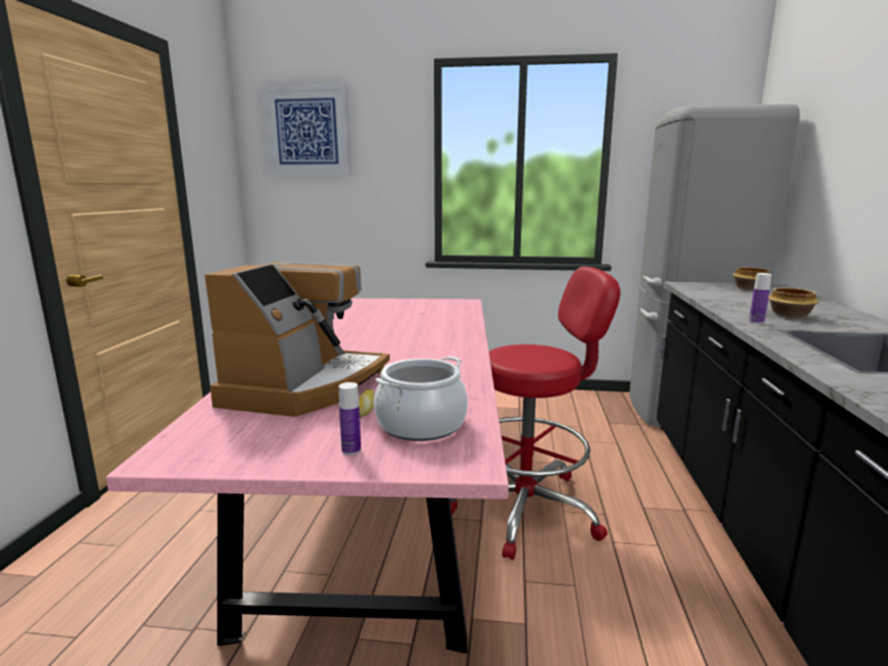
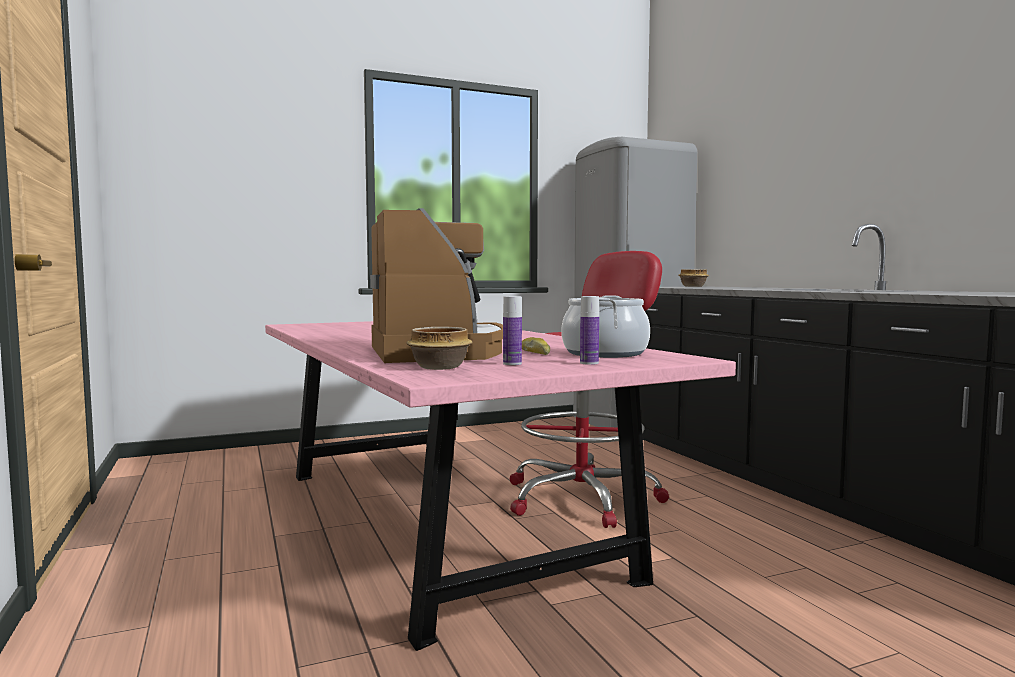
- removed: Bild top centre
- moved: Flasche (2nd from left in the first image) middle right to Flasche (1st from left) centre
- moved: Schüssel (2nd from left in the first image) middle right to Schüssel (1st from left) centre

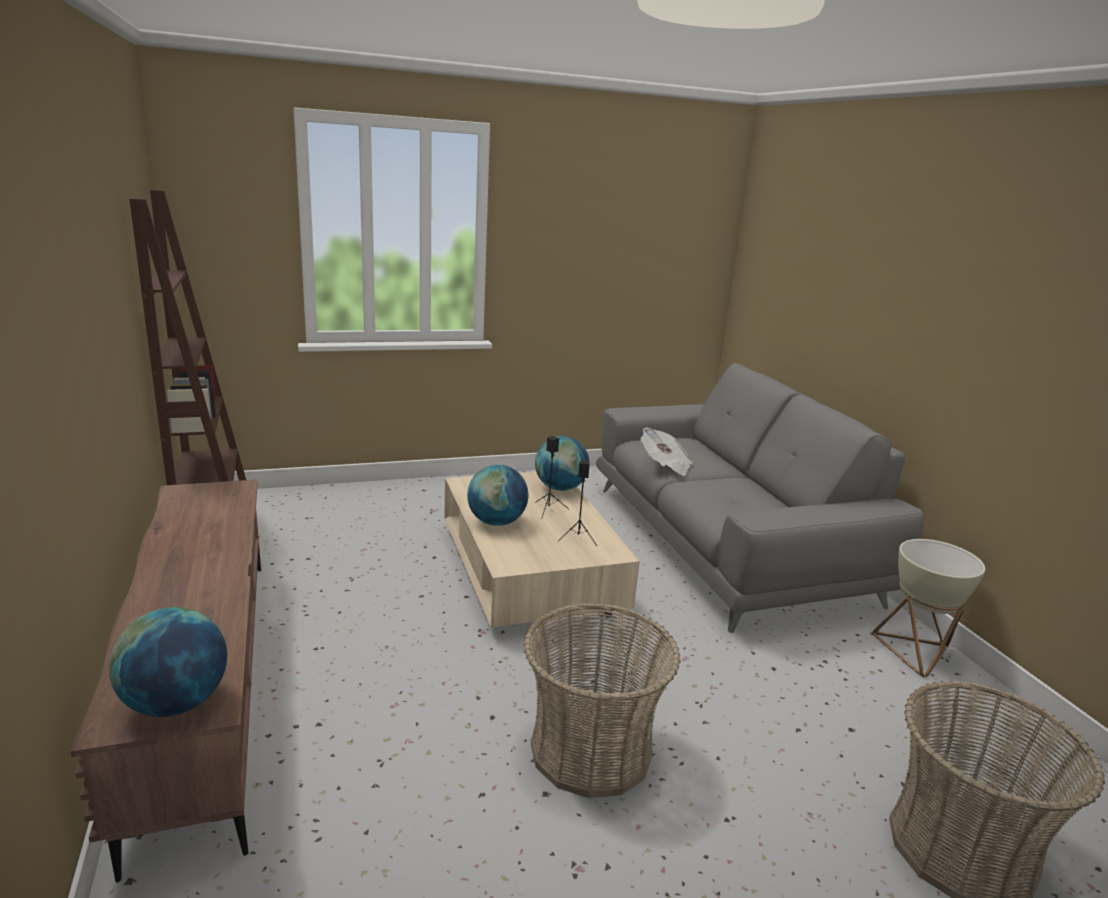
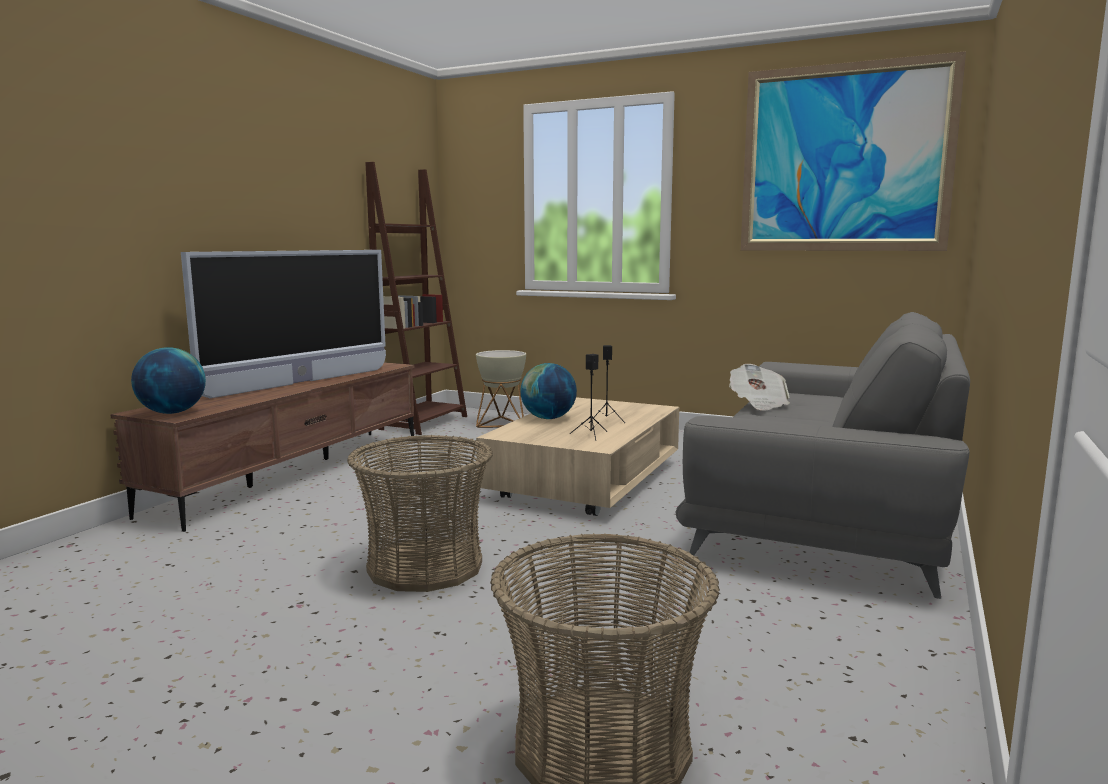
- removed: Globus (3rd from left) centre
- moved: Pflanzkübel bottom right to centre
- added: Fernseher middle left
- added: Bild top right

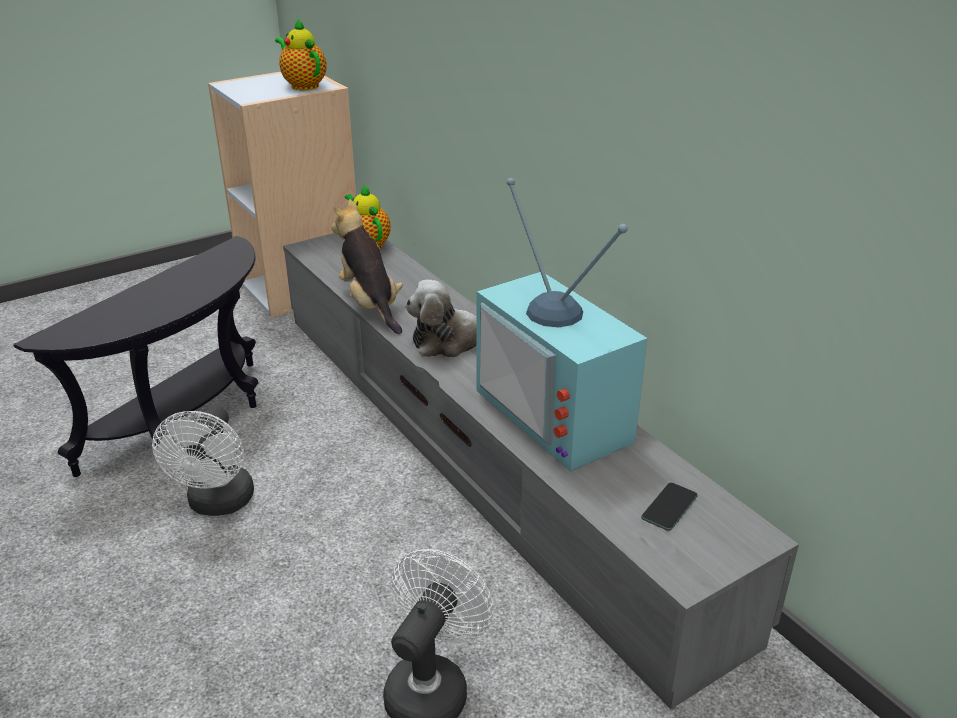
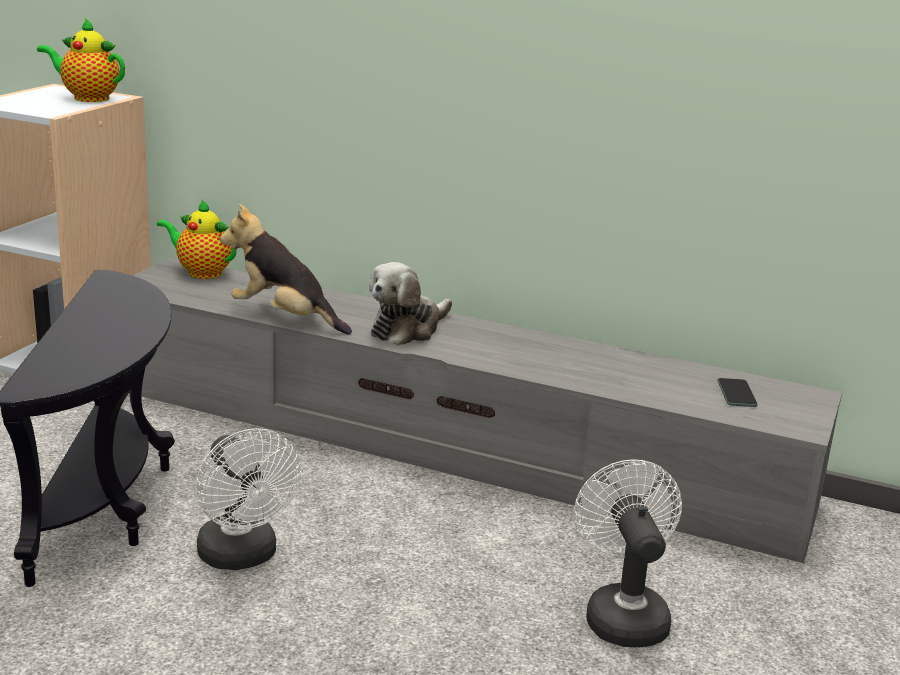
- removed: Fernseher centre

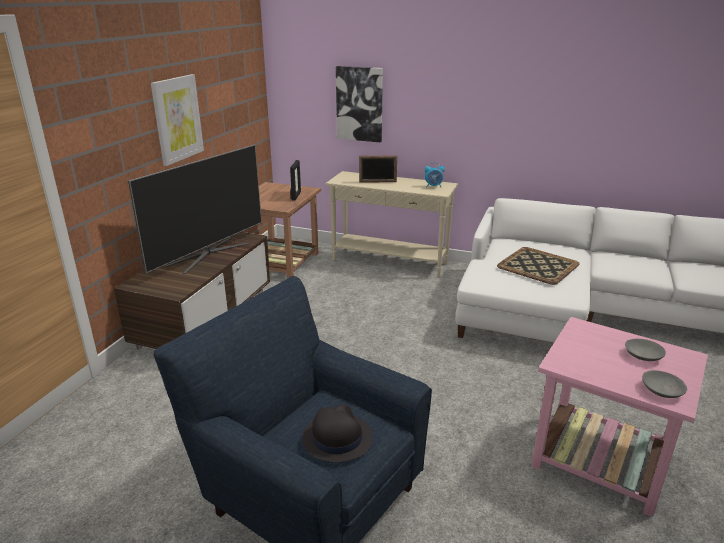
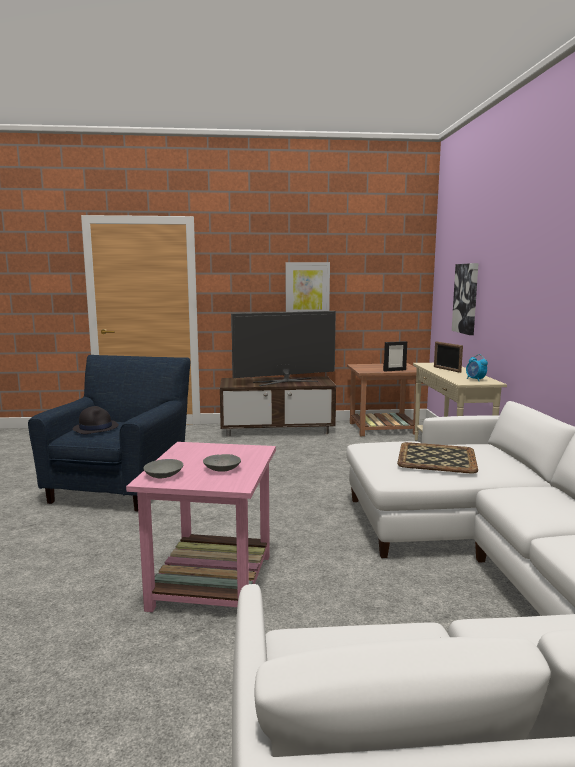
- turned: Fernseher middle left = centre 150 degrees clockwise

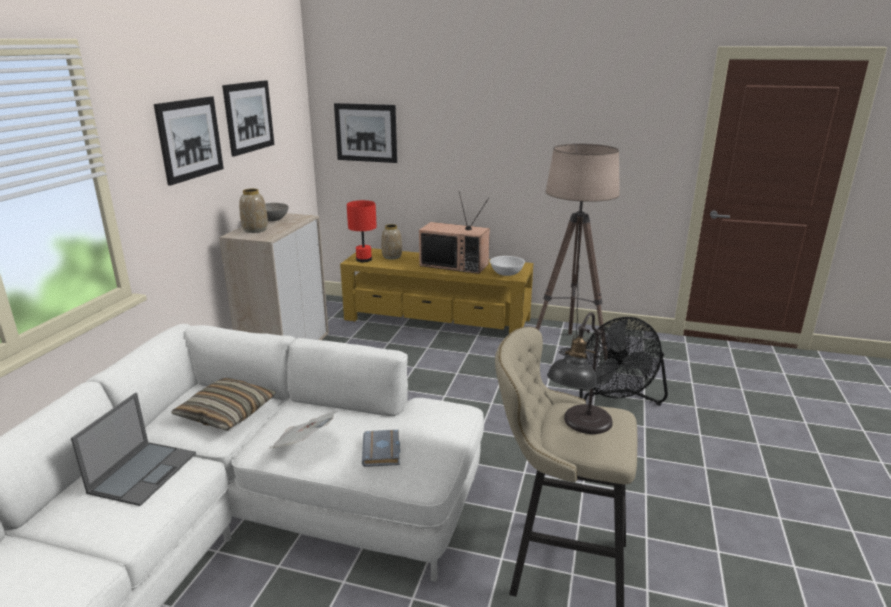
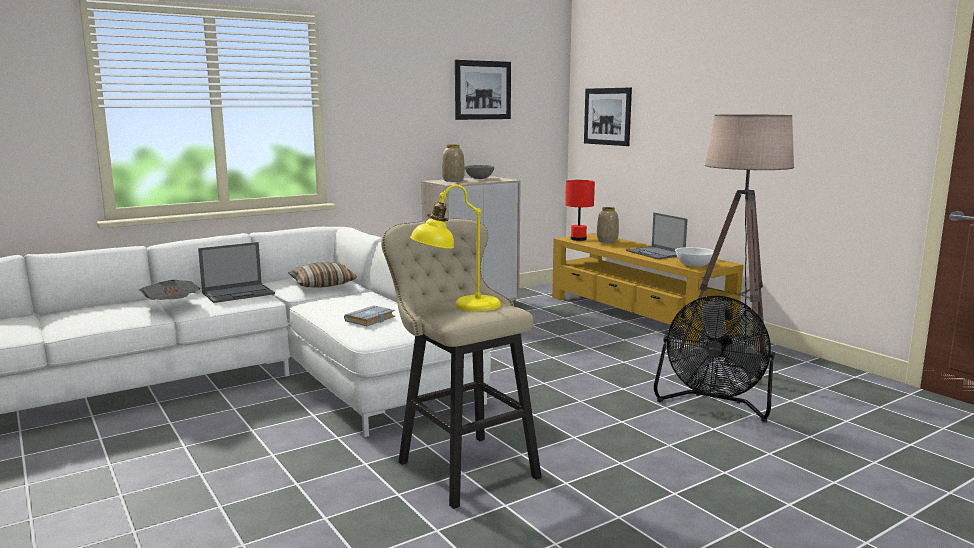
- removed: Bild (1st from left) top left
- moved: Zeitung bottom centre to middle left
- replaced: Fernseher centre to Laptop (2nd from left) middle right
- recoloured: Tischlampe (grau) centre to Tischlampe (gelb) centre

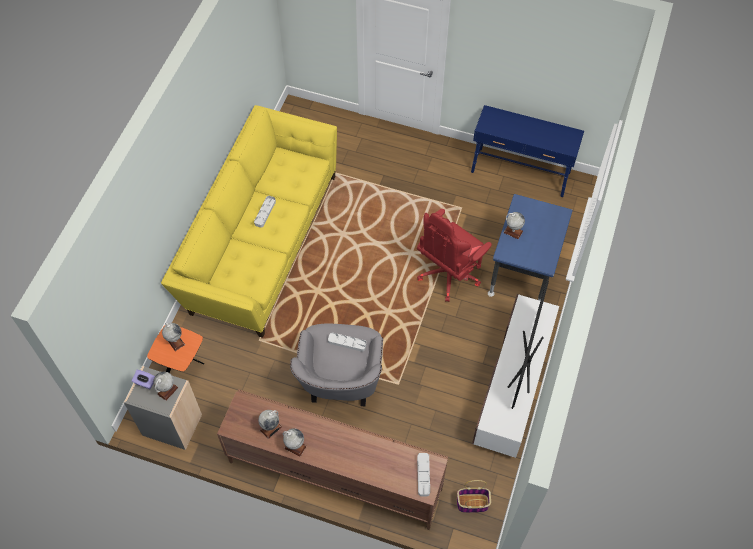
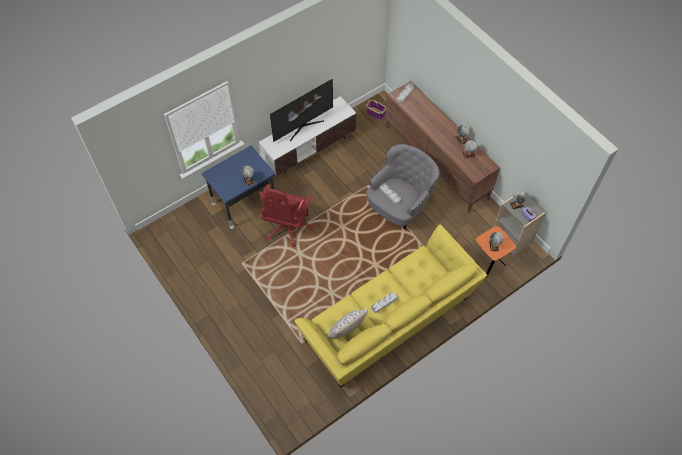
- turned: Bürostuhl (rot) centre = centre 120 degrees clockwise
- removed: Konsolentisch (blau) top right
- added: Kissen bottom centre

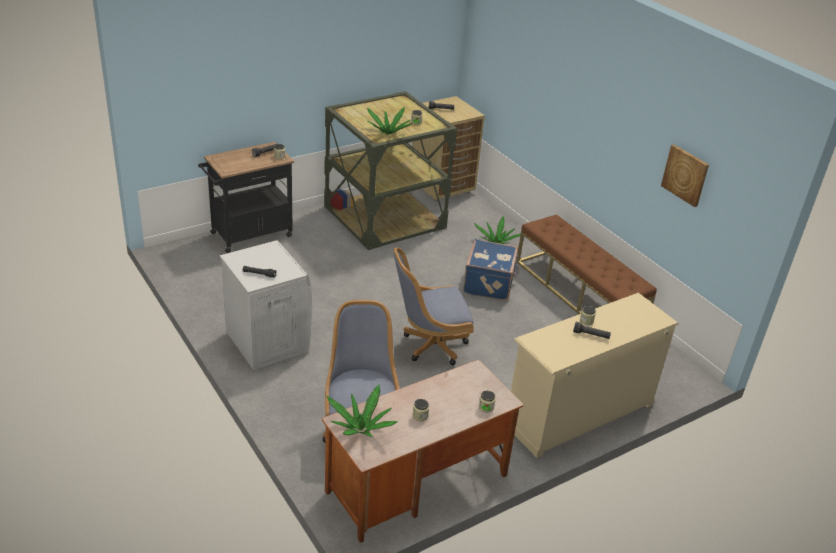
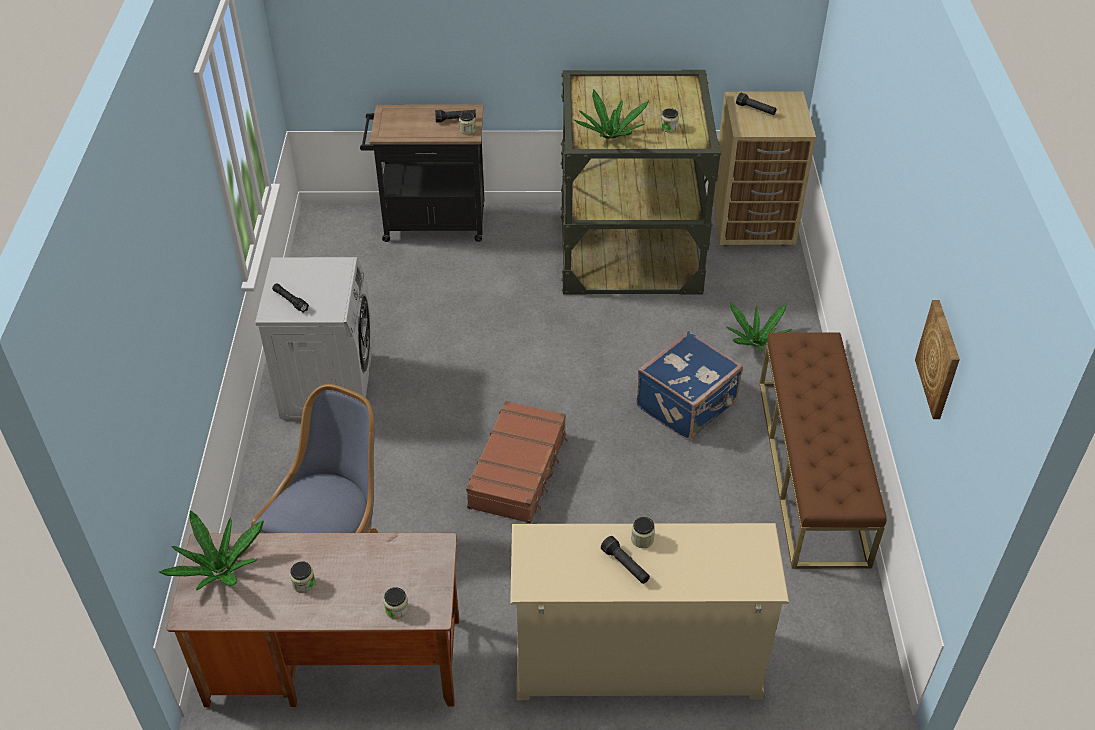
- replaced: Bürostuhl (blau) (2nd from left) centre to Koffer (braun) centre

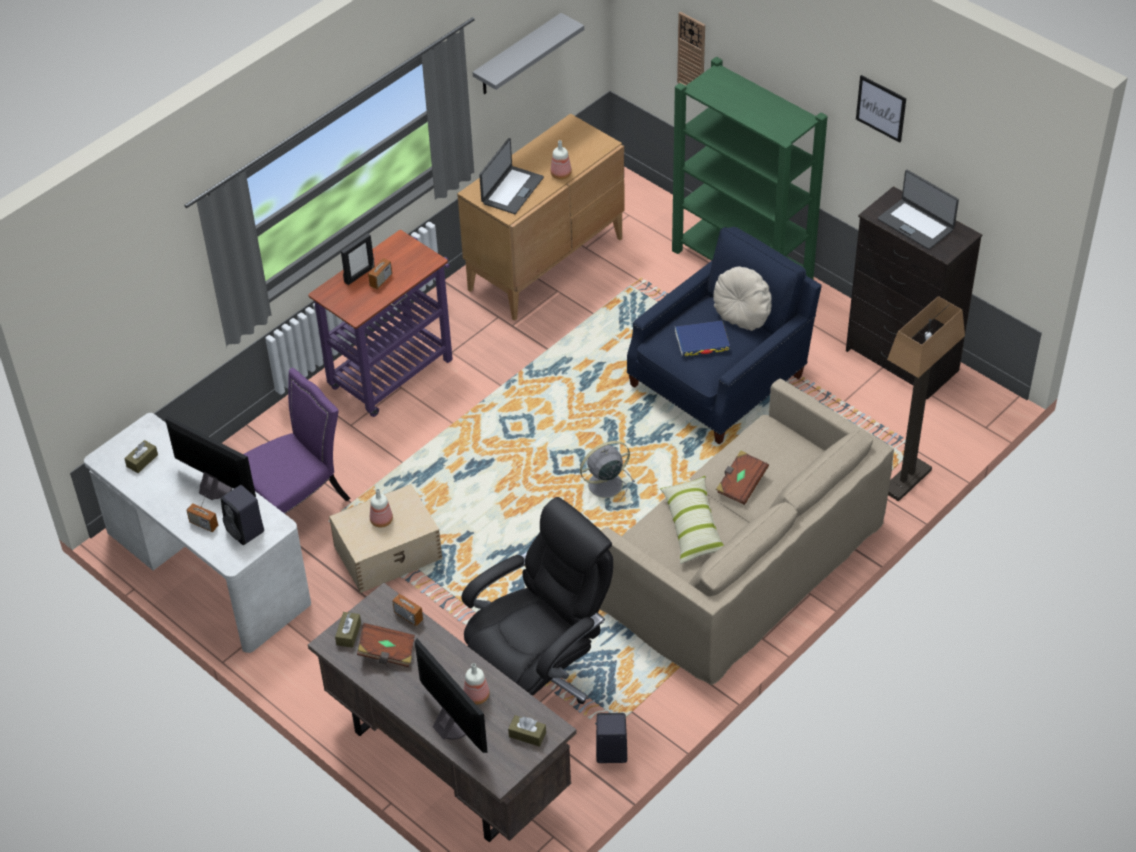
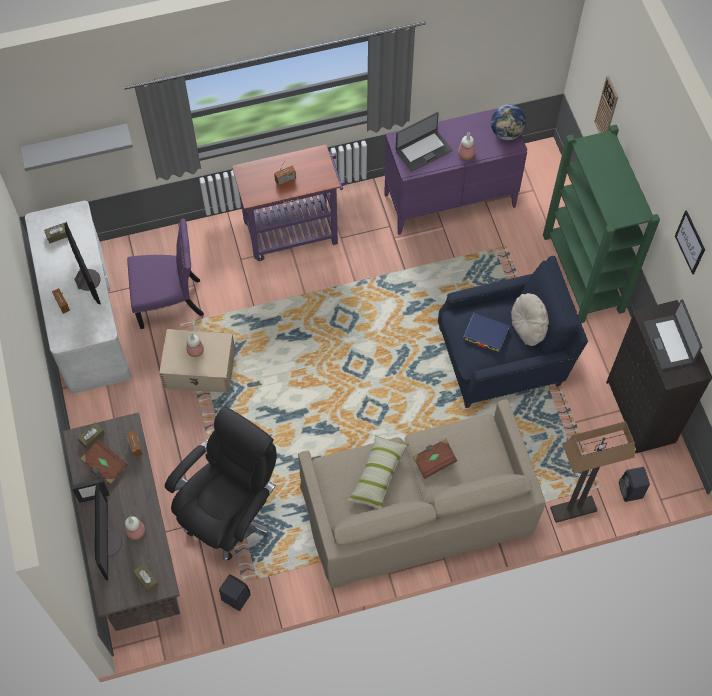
- moved: Lautsprecher (schwarz) (1st from left in the first image) middle left to Lautsprecher (schwarz) (2nd from left) bottom right
- moved: Bilderrahmen top left to bottom left
- recoloured: Schrank (braun) top centre to Schrank (lila) top centre
- turned: Bürostuhl (schwarz) bottom centre = bottom left 45 degrees counterclockwise
- moved: Wandregal (grau) top centre to top left
- removed: Ventilator (grau) centre
- added: Globus top right

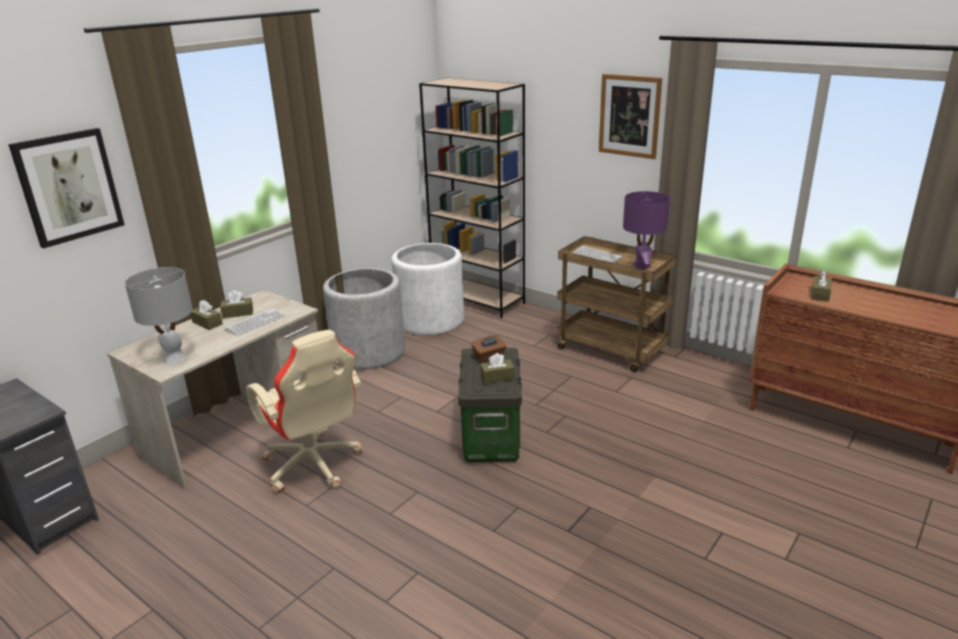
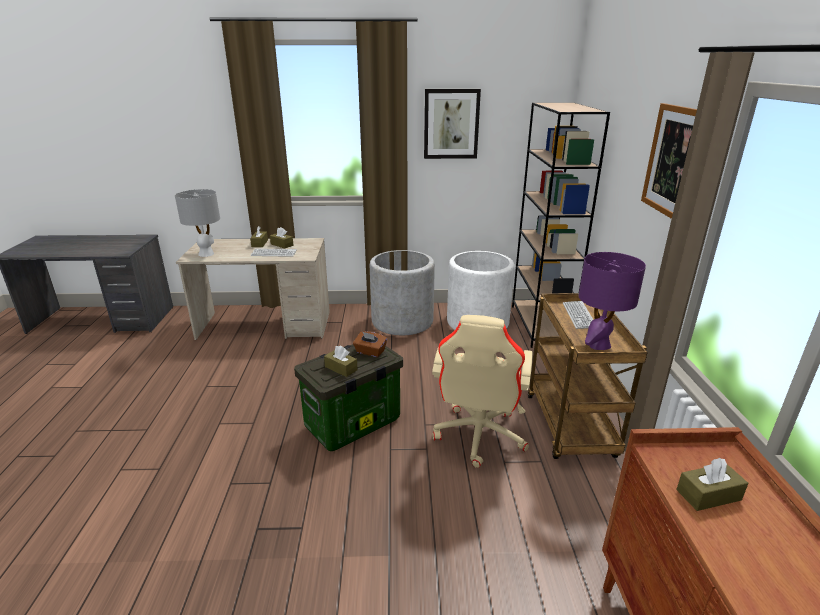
- moved: Bild (1st from left) top left to top centre
- moved: Bürostuhl (beige) middle left to centre

